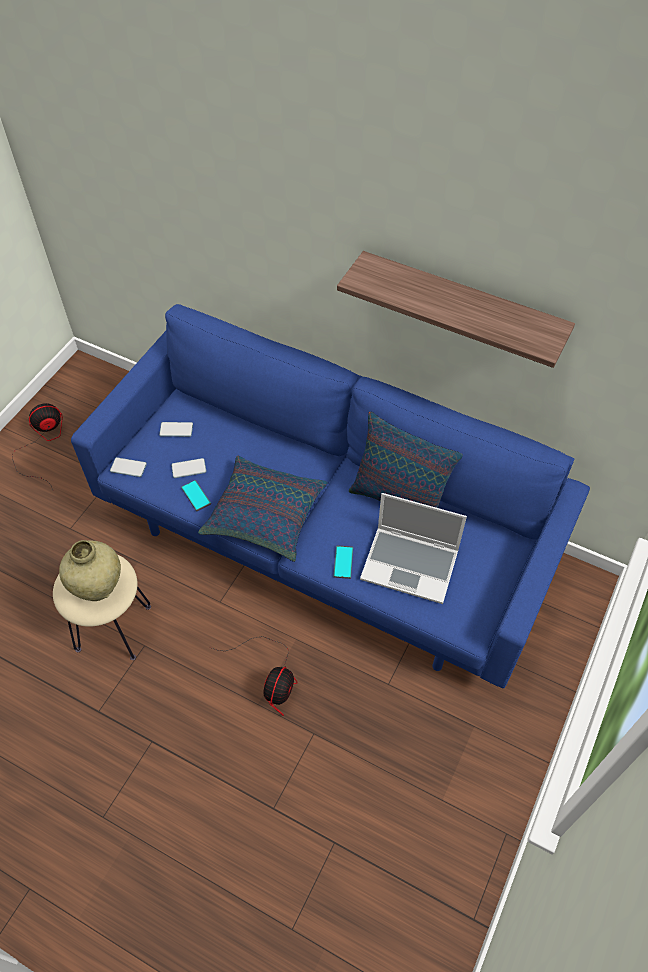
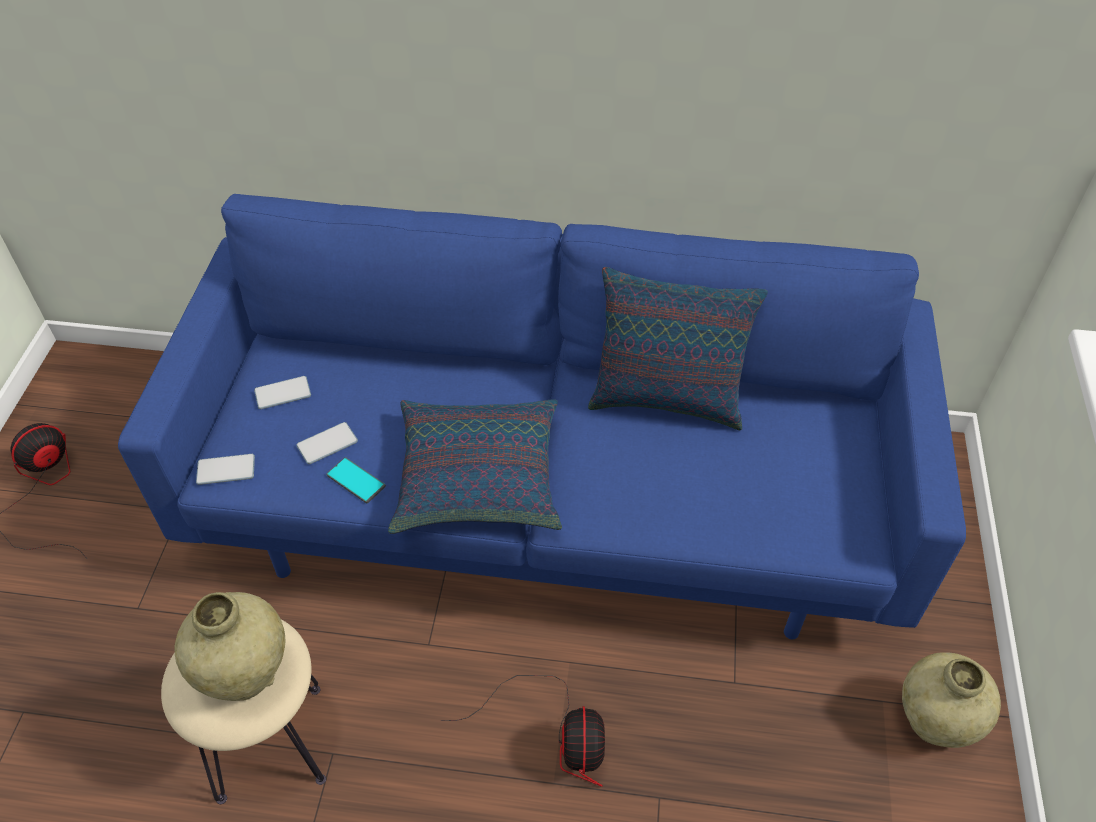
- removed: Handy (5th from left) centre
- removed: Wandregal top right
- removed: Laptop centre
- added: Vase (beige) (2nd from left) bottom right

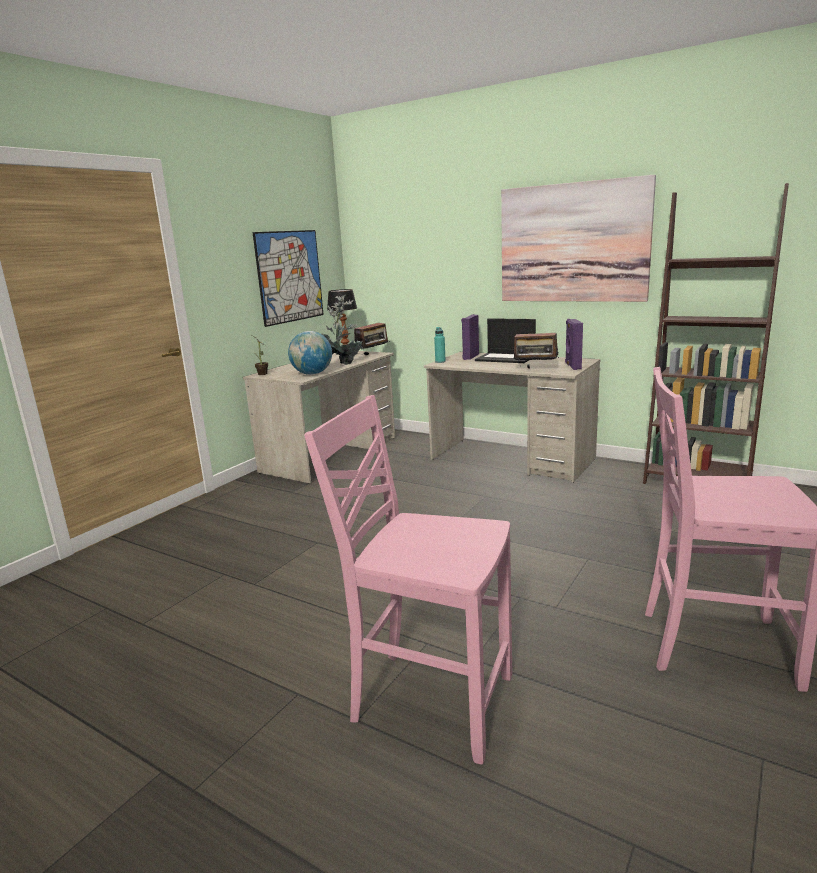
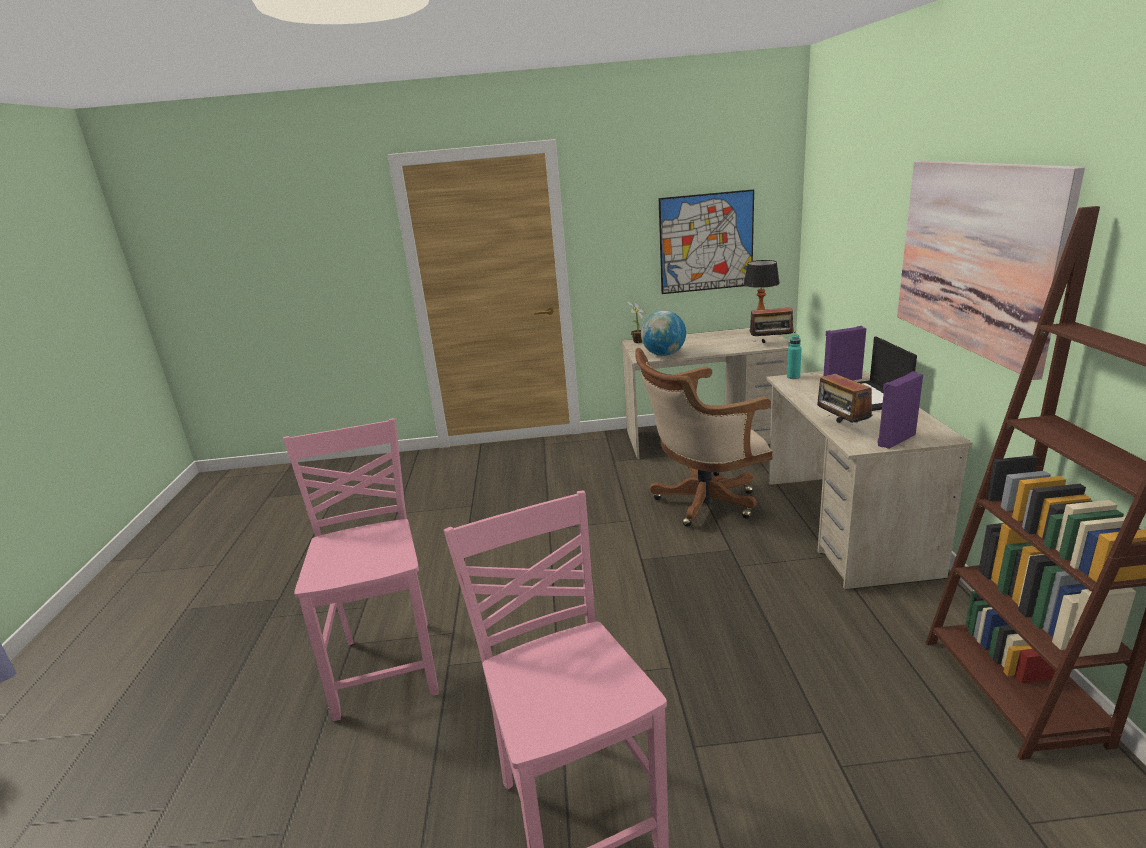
- removed: Topfpflanze (2nd from left) centre
- added: Bürostuhl centre

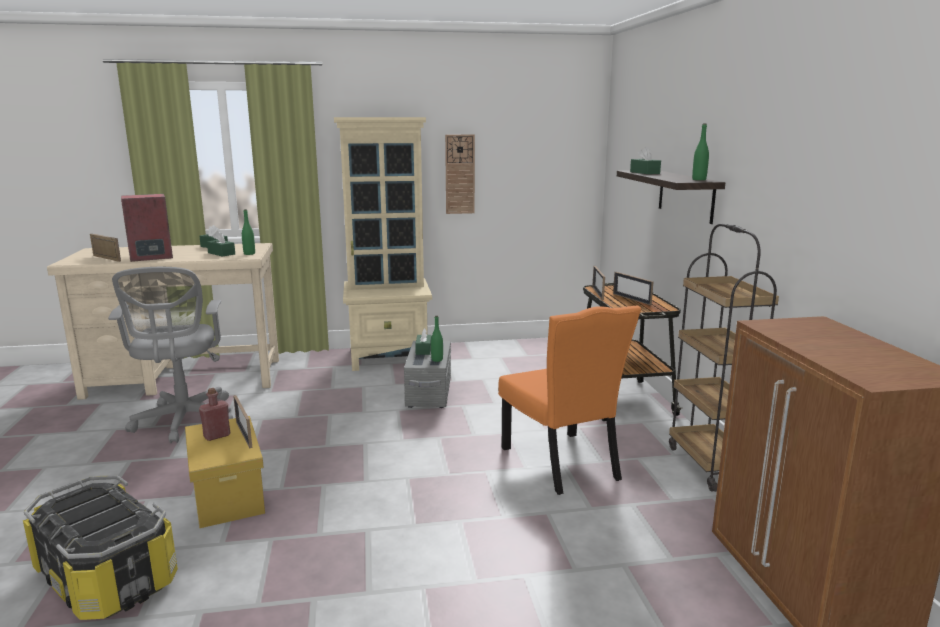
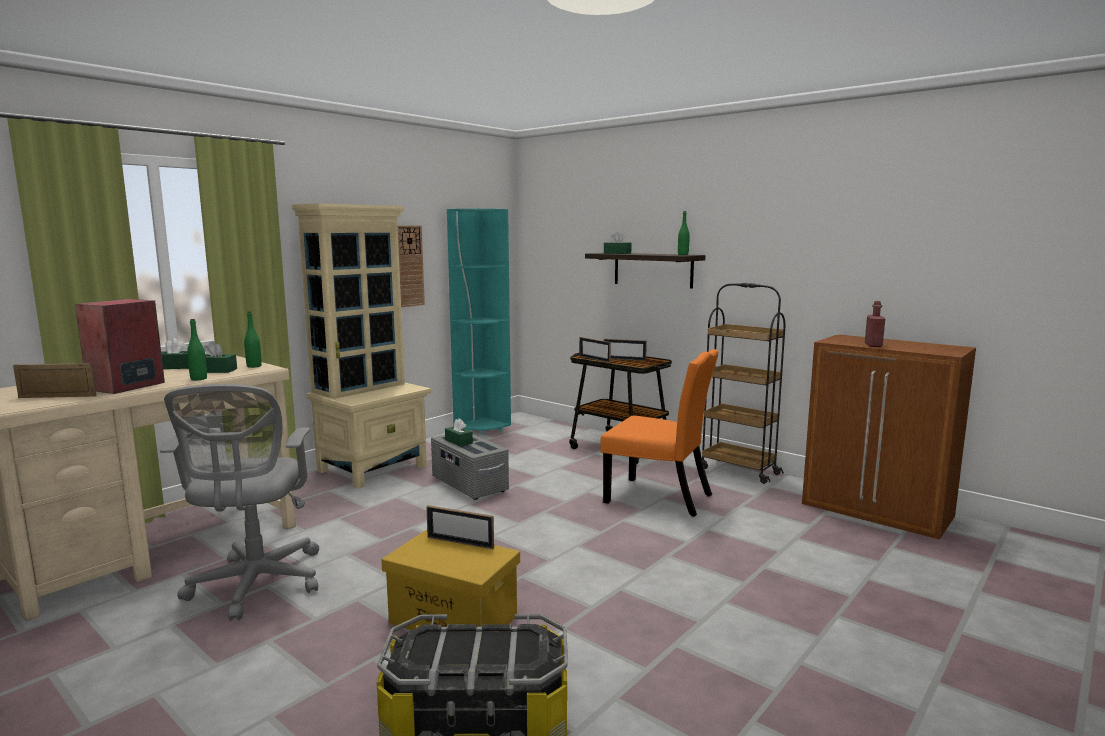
- turned: Bürostuhl (grau) middle left = bottom left 45 degrees clockwise
- moved: Flasche (rot) middle left to middle right
- moved: Flasche (grün) (2nd from left in the first image) centre to Flasche (grün) (1st from left) middle left
- added: Bücherregal (türkis) centre

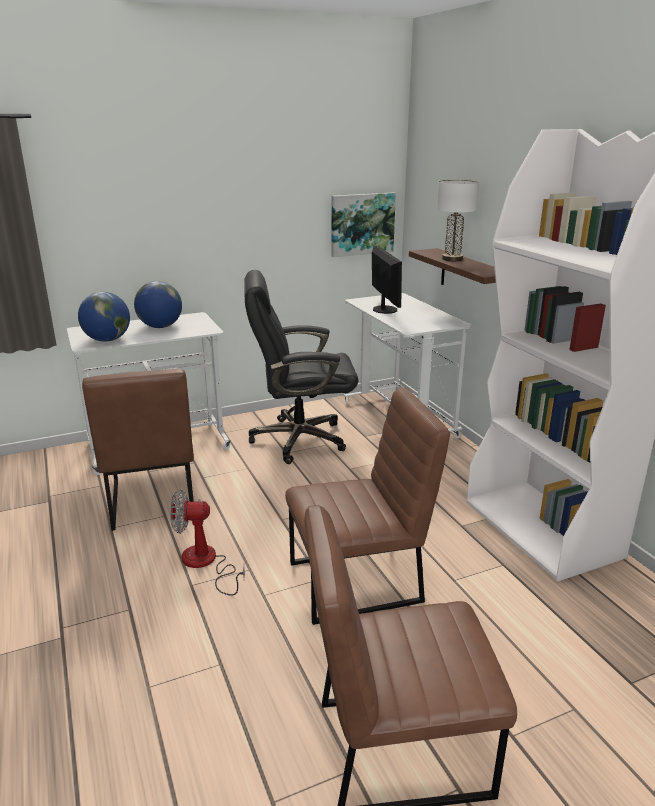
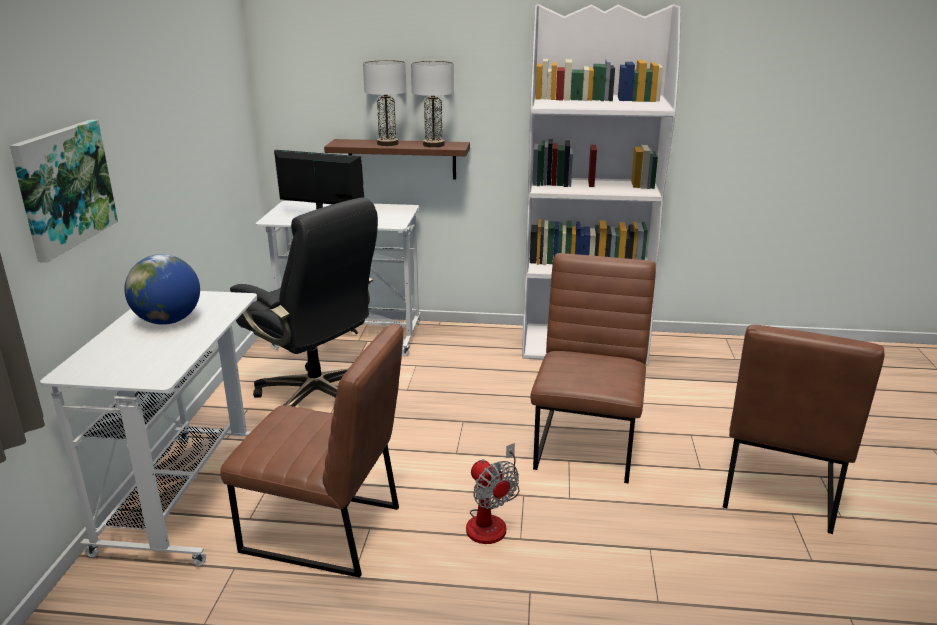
- removed: Globus (1st from left) middle left
- turned: Ventilator bottom left = bottom centre 60 degrees counterclockwise
- turned: Bürostuhl (schwarz) centre = middle left 75 degrees counterclockwise
- moved: Bild top centre to top left
- added: Tischlampe (2nd from left) top centre

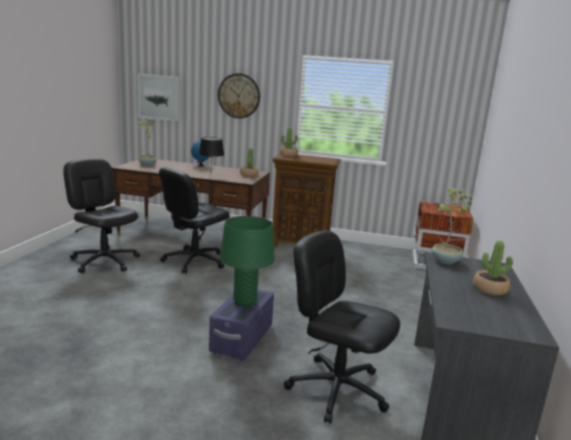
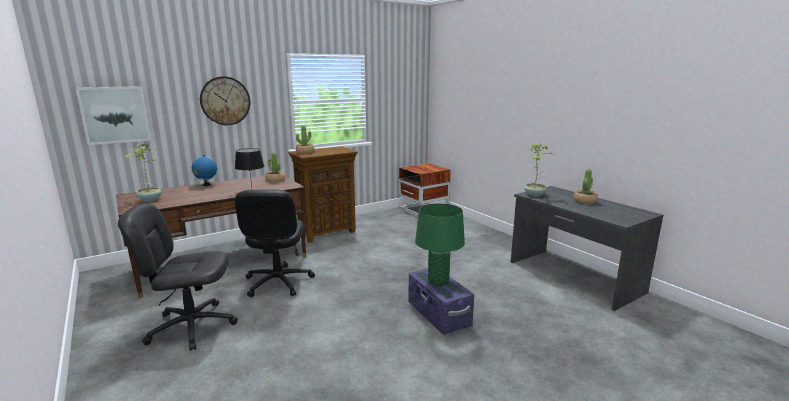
- removed: Bürostuhl (schwarz) (3rd from left) bottom centre

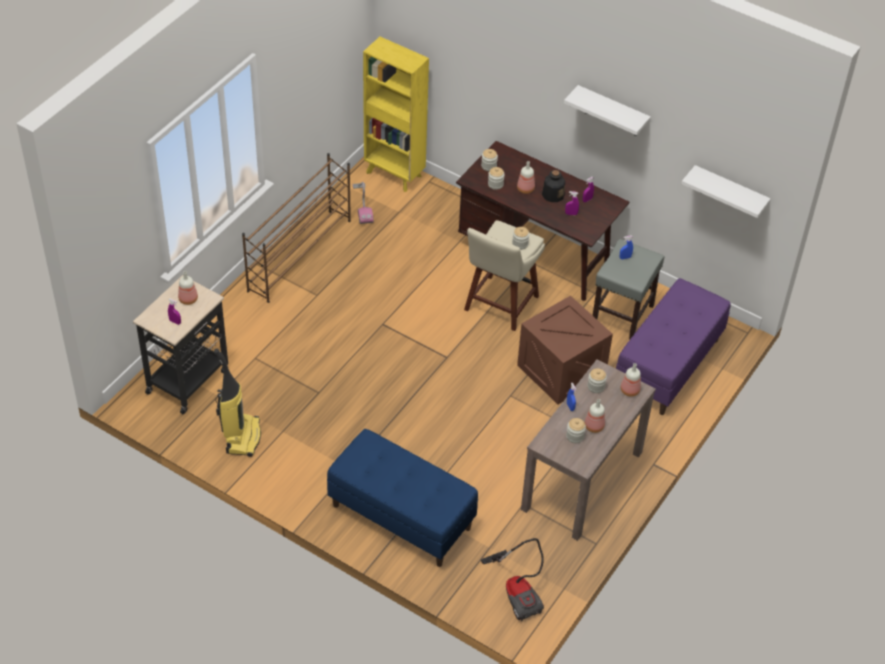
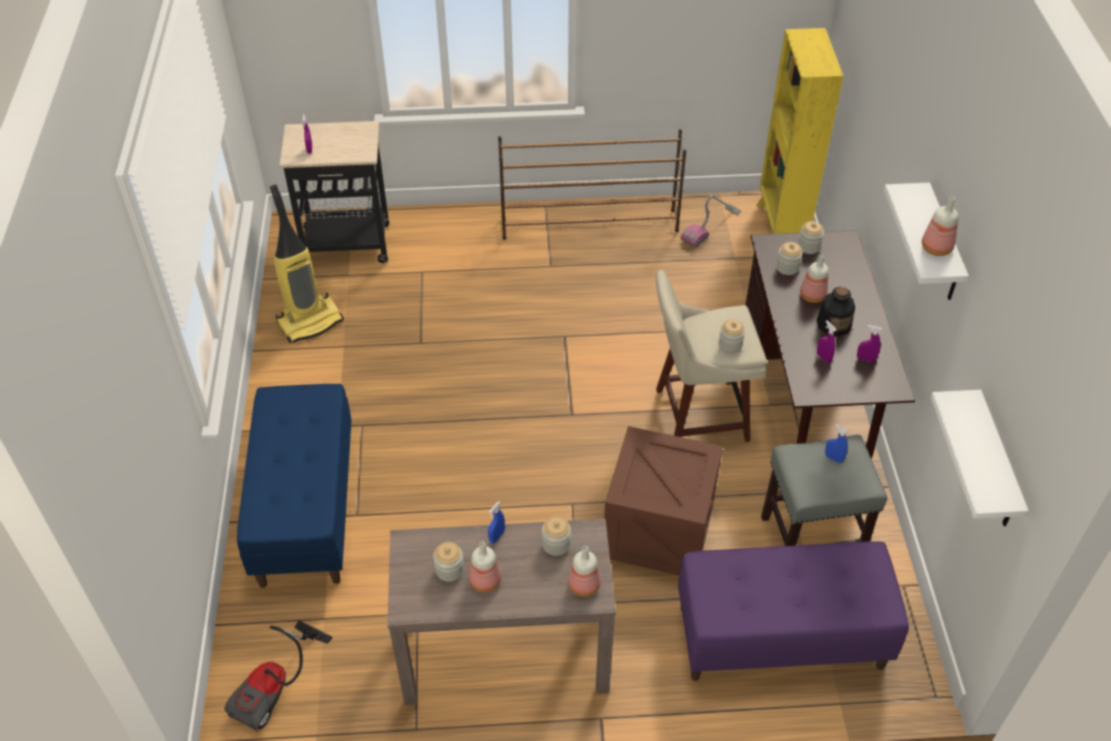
- moved: Flasche (1st from left in the first image) middle left to Flasche (5th from left) top right

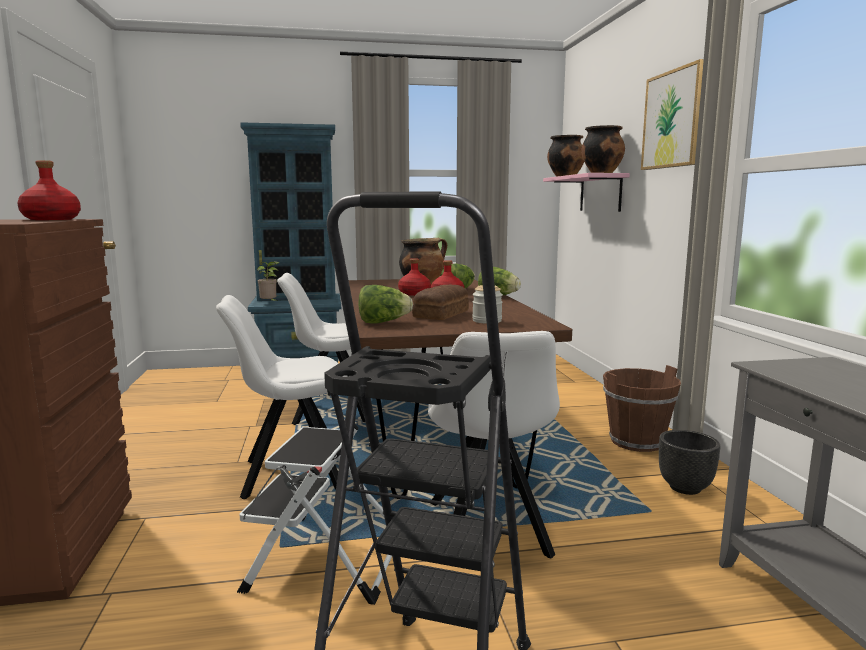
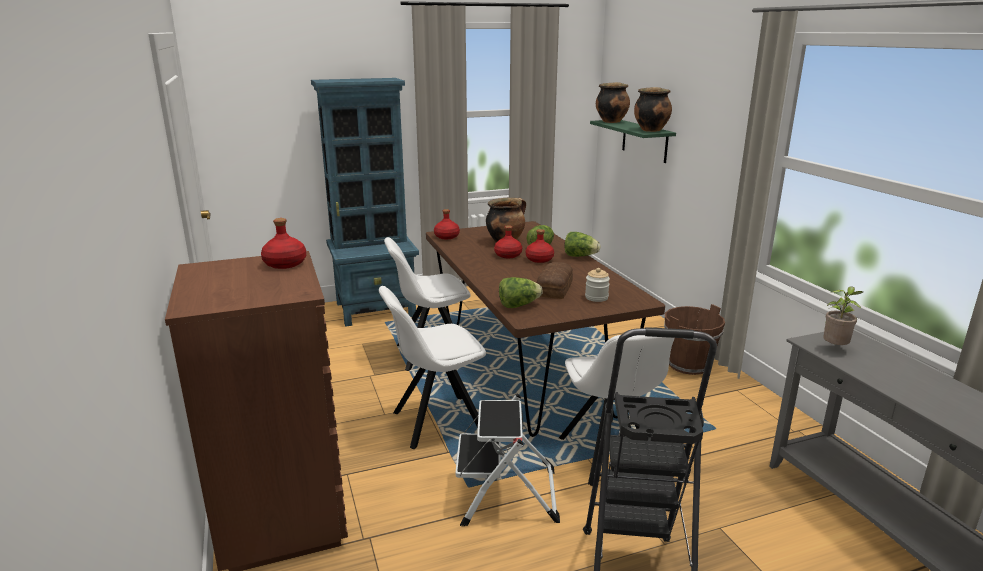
- moved: Topfpflanze middle left to middle right
- recoloured: Wandregal (rosa) top right to Wandregal (grün) top centre
- removed: Bild top right
- removed: Pflanzkübel (schwarz) bottom right
- added: Flasche (rot) (2nd from left) centre

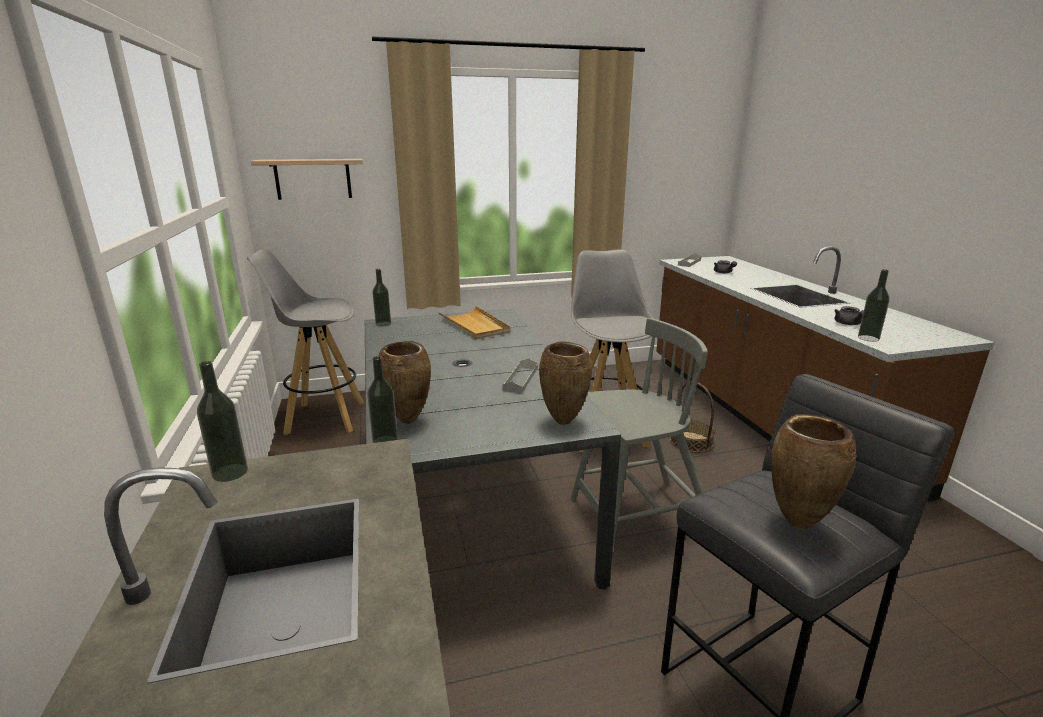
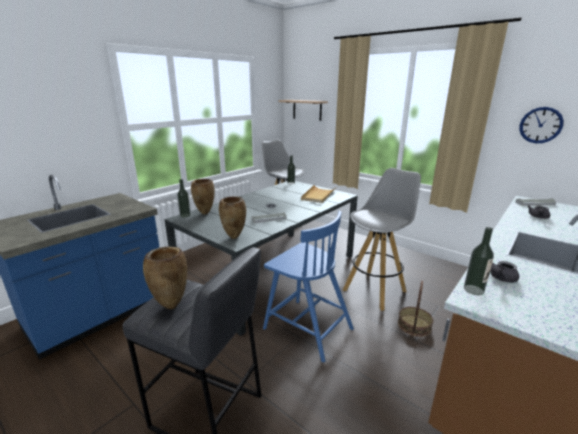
- removed: Flasche (1st from left) middle left
- recoloured: Stuhl (grau) centre to Stuhl (blau) centre
- added: Wanduhr top right

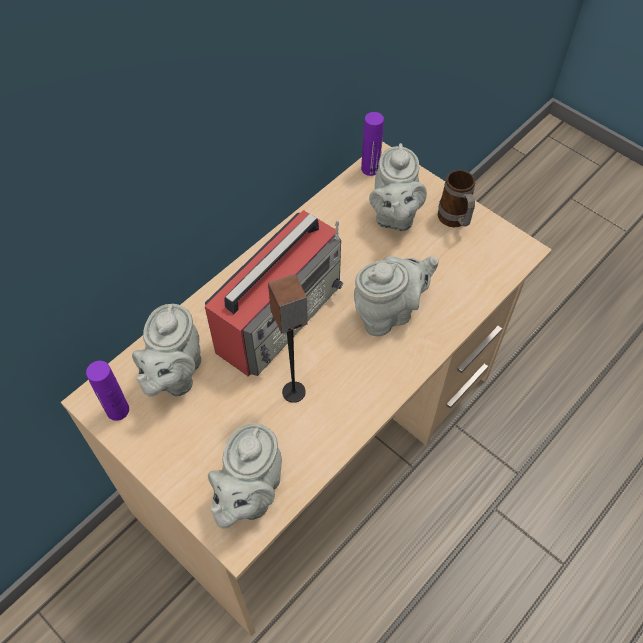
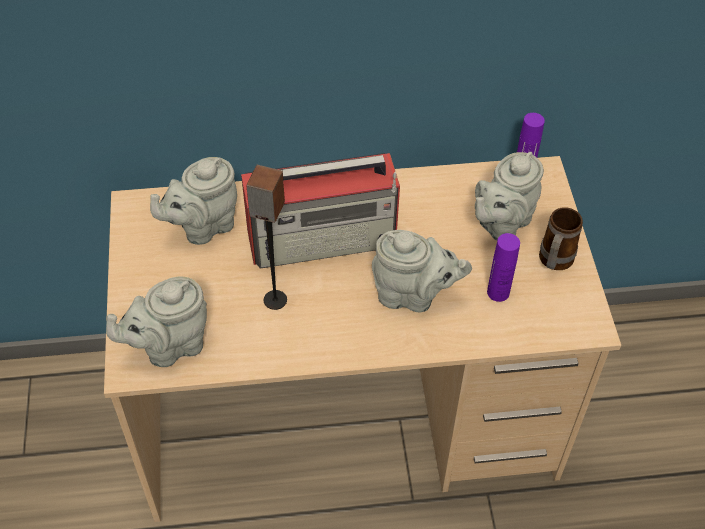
- moved: Flasche (lila) (1st from left) middle left to middle right

